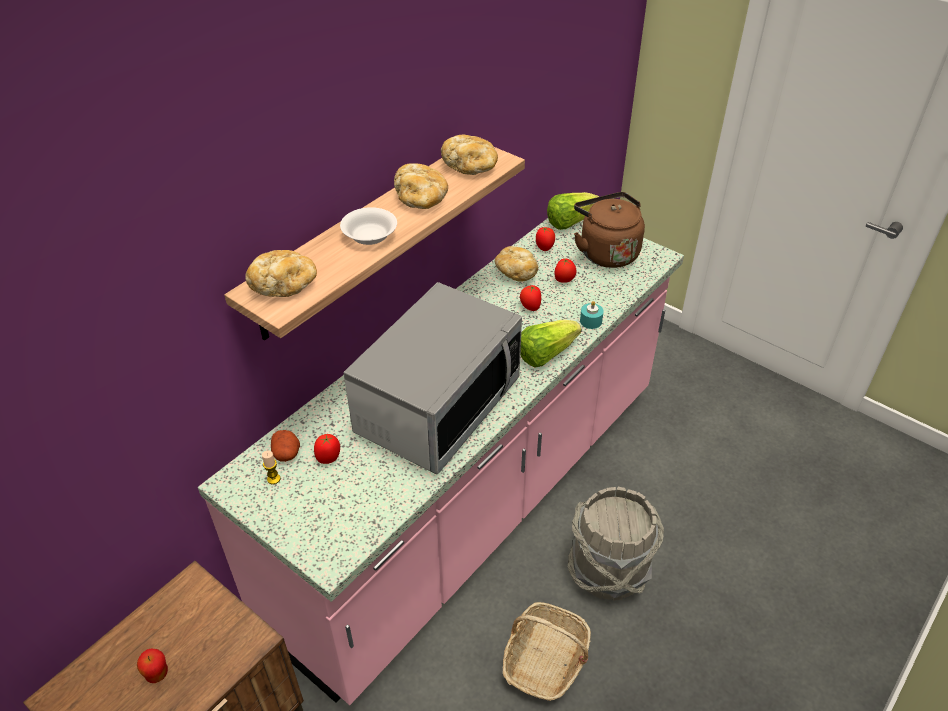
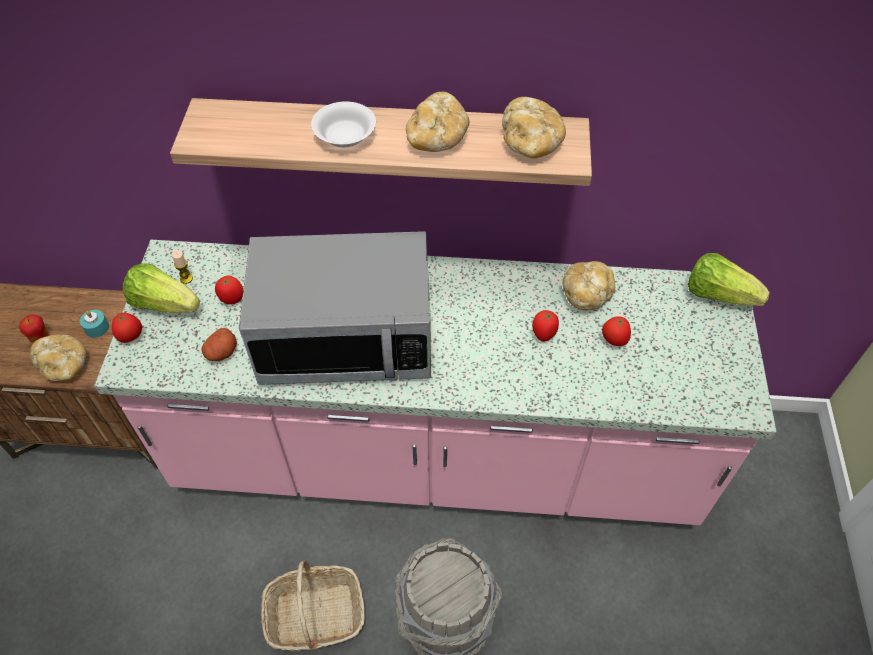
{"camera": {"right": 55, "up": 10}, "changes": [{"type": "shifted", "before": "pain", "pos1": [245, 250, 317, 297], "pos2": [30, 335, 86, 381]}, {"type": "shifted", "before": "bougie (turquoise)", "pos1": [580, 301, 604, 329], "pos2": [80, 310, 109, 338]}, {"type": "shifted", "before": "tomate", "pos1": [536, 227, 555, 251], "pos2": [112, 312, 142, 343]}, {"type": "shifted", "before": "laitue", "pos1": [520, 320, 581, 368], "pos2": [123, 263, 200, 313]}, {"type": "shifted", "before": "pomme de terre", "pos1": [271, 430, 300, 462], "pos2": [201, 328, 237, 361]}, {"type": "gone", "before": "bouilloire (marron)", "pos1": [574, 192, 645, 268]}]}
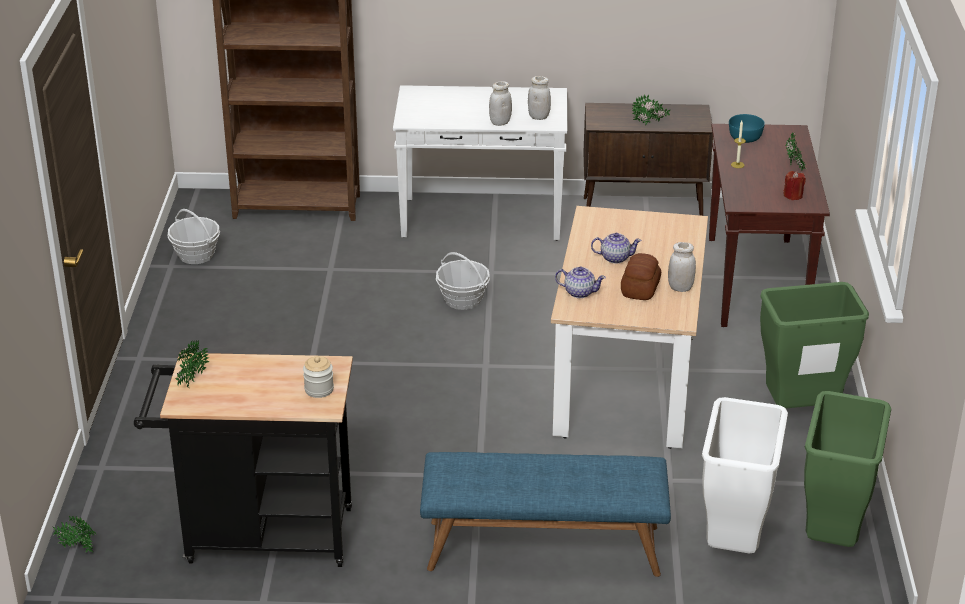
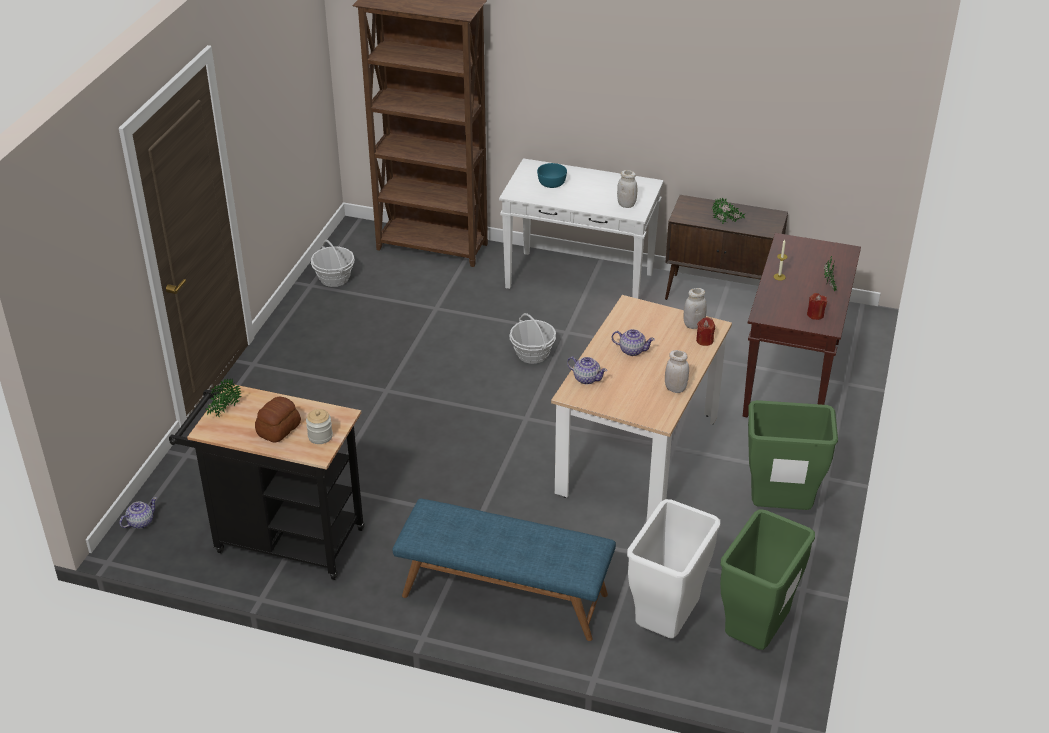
{"camera": {"right": 15, "up": 5}, "changes": [{"type": "swapped", "before": "plante en pot", "after": "théière", "pos1": [53, 516, 96, 553], "pos2": [119, 497, 157, 529]}, {"type": "shifted", "before": "pain", "pos1": [621, 253, 661, 300], "pos2": [255, 397, 301, 443]}, {"type": "shifted", "before": "bol (turquoise)", "pos1": [729, 114, 765, 143], "pos2": [537, 163, 567, 188]}, {"type": "shifted", "before": "bocal (blanc)", "pos1": [489, 81, 512, 126], "pos2": [684, 288, 707, 329]}, {"type": "new", "after": "bougie (rouge)", "pos2": [696, 317, 715, 346]}]}
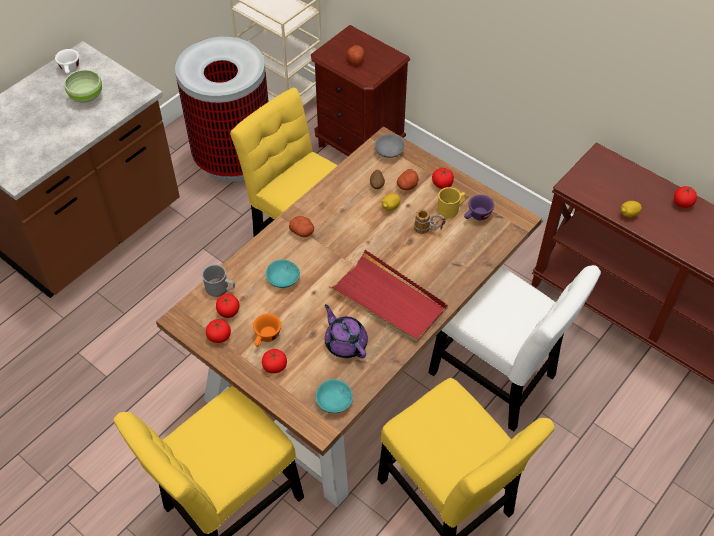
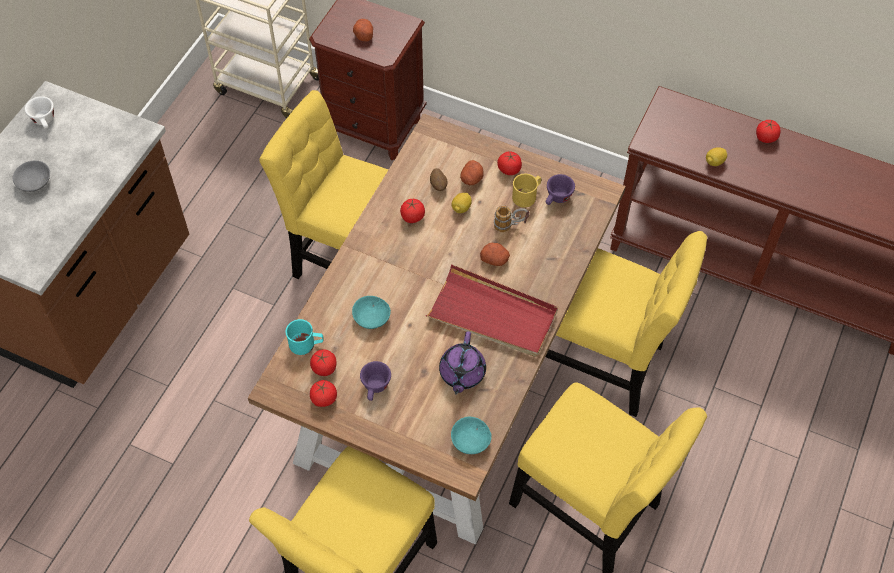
{"camera": {"right": -15, "up": 5}, "changes": [{"type": "shifted", "before": "bol (gris)", "pos1": [375, 134, 405, 158], "pos2": [12, 160, 50, 192]}, {"type": "repainted", "before": "mug (gris)", "after": "mug (turquoise)", "pos1": [202, 264, 235, 297], "pos2": [285, 319, 324, 355]}, {"type": "repainted", "before": "tasse (orange)", "after": "tasse (violet)", "pos1": [253, 313, 281, 347], "pos2": [360, 361, 391, 401]}, {"type": "shifted", "before": "tomate", "pos1": [262, 349, 287, 373], "pos2": [400, 199, 425, 223]}, {"type": "rotated", "before": "théière (violet)", "pos1": [325, 304, 368, 358], "pos2": [439, 331, 486, 394], "turn": -120}, {"type": "shifted", "before": "pomme de terre", "pos1": [289, 216, 314, 237], "pos2": [480, 243, 510, 266]}, {"type": "repainted", "before": "chaise (blanc)", "after": "chaise (jaune)", "pos1": [428, 265, 601, 431], "pos2": [545, 231, 707, 417]}, {"type": "gone", "before": "bol (vert)", "pos1": [64, 70, 102, 103]}, {"type": "gone", "before": "poubelle", "pos1": [175, 37, 269, 182]}]}
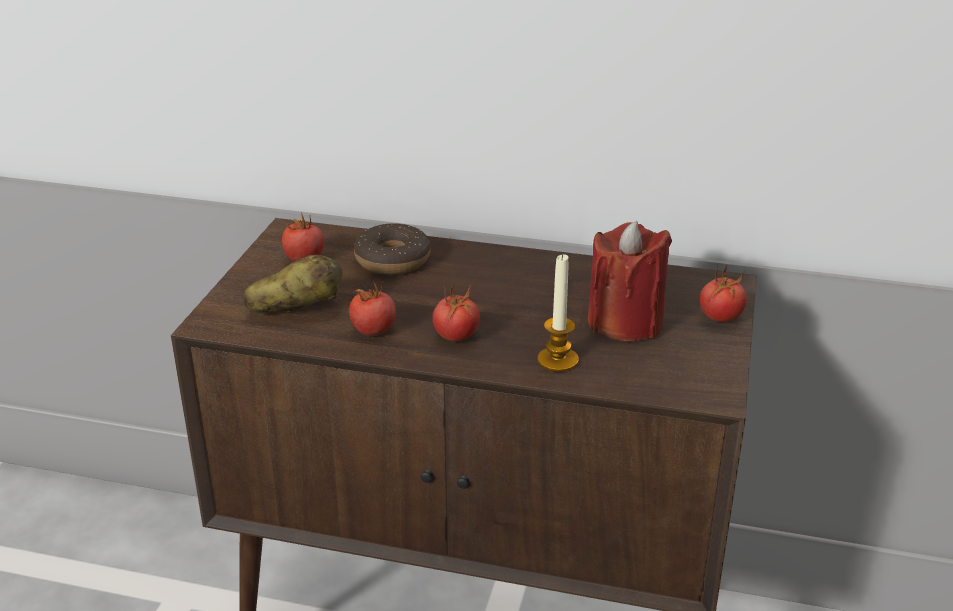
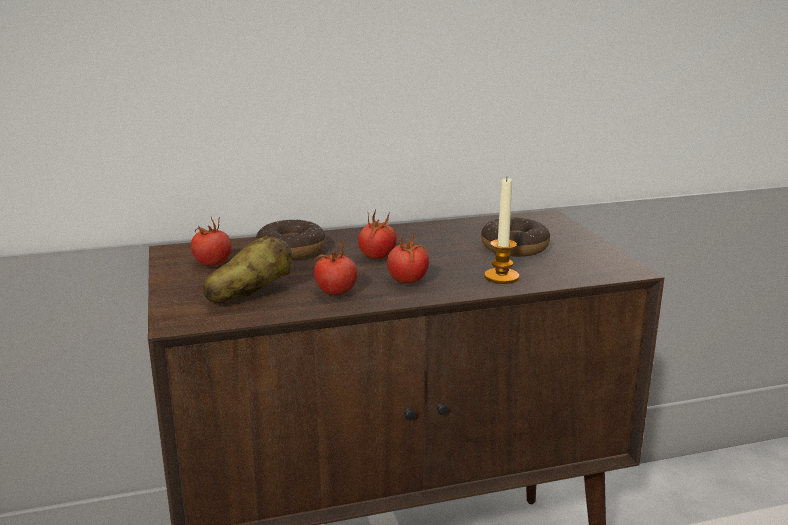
{"camera": {"right": -30, "up": -10}, "changes": [{"type": "shifted", "before": "tomate", "pos1": [700, 266, 747, 322], "pos2": [358, 210, 397, 259]}, {"type": "swapped", "before": "bougie (rouge)", "after": "beignet", "pos1": [588, 221, 672, 341], "pos2": [481, 217, 550, 257]}]}
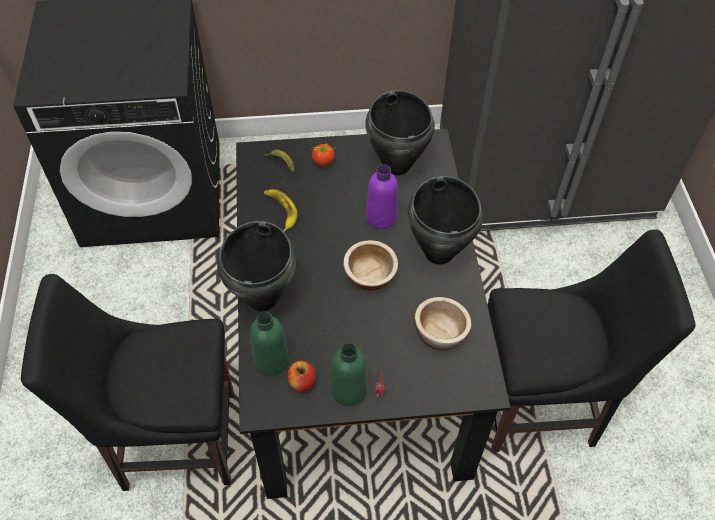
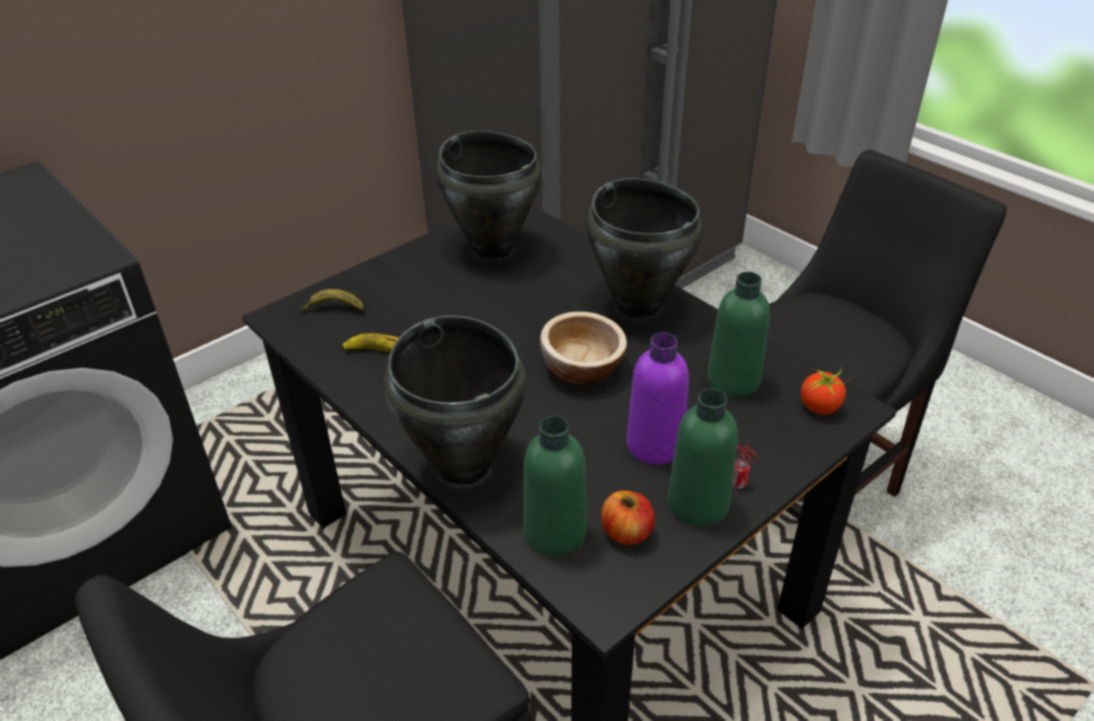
{"camera": {"right": -35, "up": -15}, "changes": [{"type": "shifted", "before": "bouteille (violet)", "pos1": [366, 165, 398, 230], "pos2": [626, 333, 689, 465]}, {"type": "swapped", "before": "bol", "after": "bouteille (vert)", "pos1": [414, 297, 471, 350], "pos2": [707, 272, 770, 397]}, {"type": "shifted", "before": "tomate", "pos1": [312, 142, 336, 167], "pos2": [800, 366, 852, 415]}]}
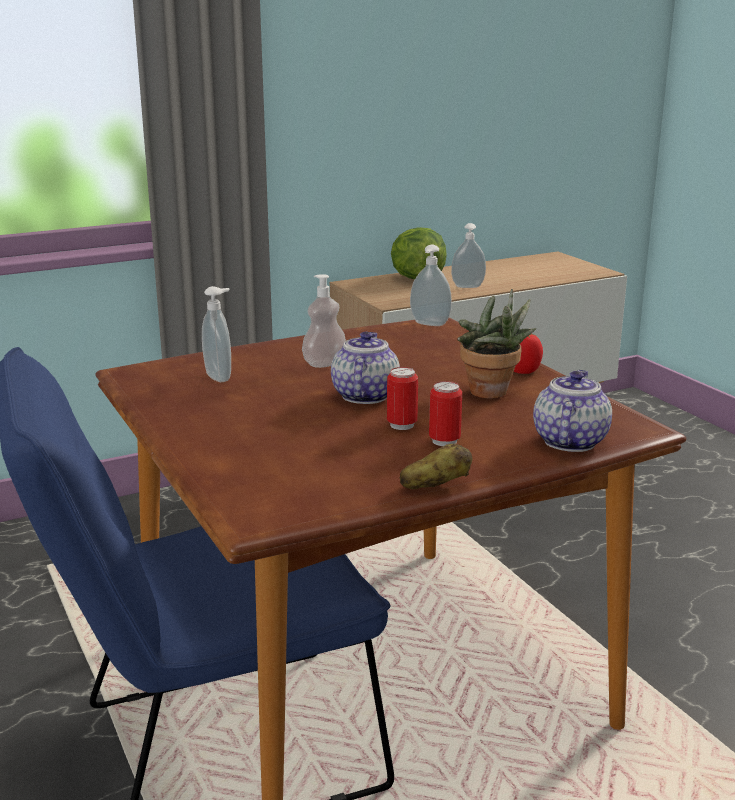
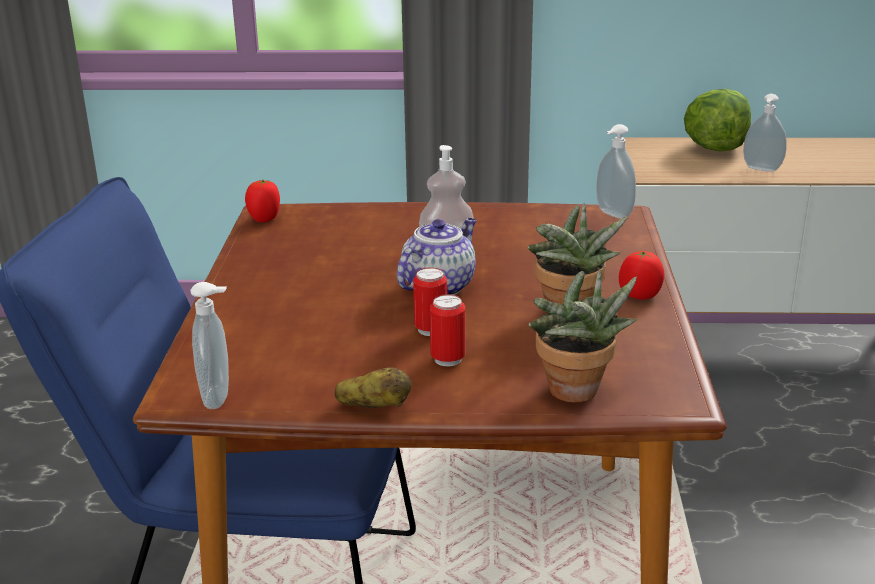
{"camera": {"right": 30, "up": 5}, "changes": [{"type": "shifted", "before": "distributeur de savon", "pos1": [202, 286, 231, 382], "pos2": [190, 282, 229, 409]}, {"type": "new", "after": "tomate", "pos2": [245, 180, 280, 222]}, {"type": "swapped", "before": "théière", "after": "plante en pot", "pos1": [533, 370, 612, 452], "pos2": [528, 269, 637, 403]}]}
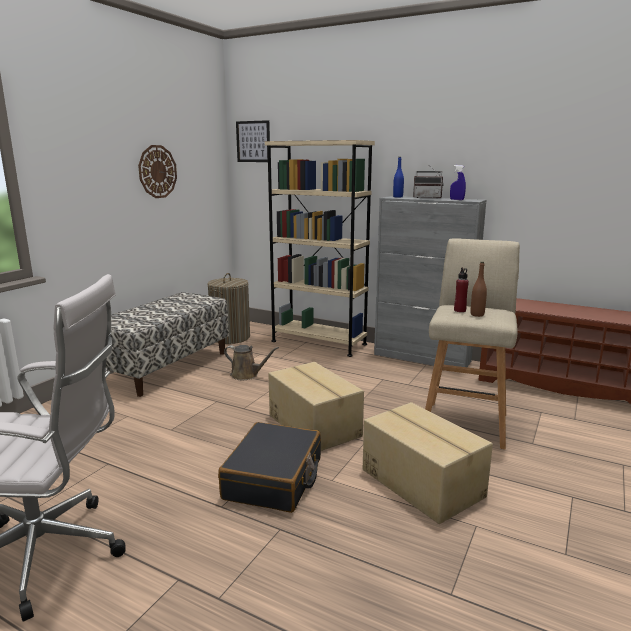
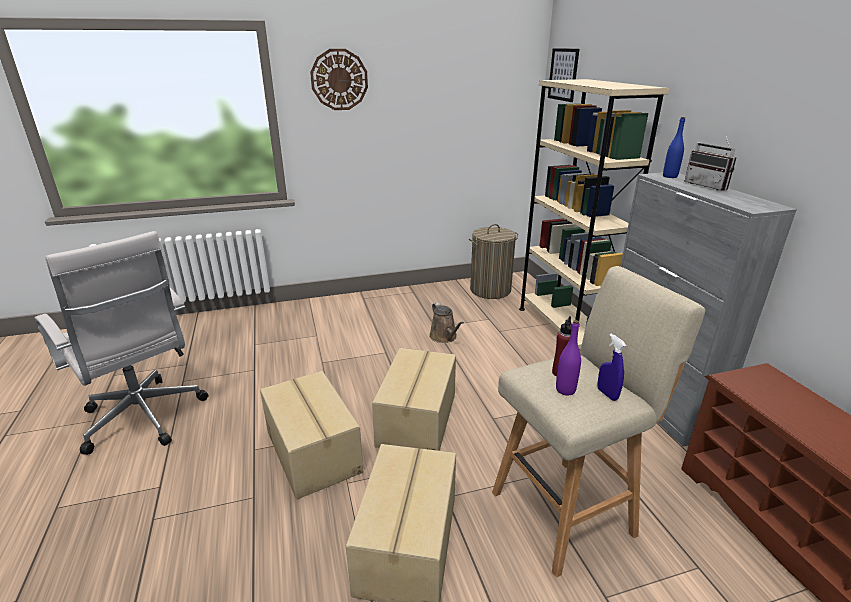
{"camera": {"right": 45, "up": 10}, "changes": [{"type": "swapped", "before": "valise (noir)", "after": "carton", "pos1": [218, 422, 321, 513], "pos2": [260, 371, 363, 499]}, {"type": "shifted", "before": "horloge murale", "pos1": [138, 145, 177, 198], "pos2": [310, 49, 368, 110]}, {"type": "repainted", "before": "bouteille (marron)", "after": "bouteille (violet)", "pos1": [471, 262, 487, 317], "pos2": [556, 320, 581, 396]}, {"type": "shifted", "before": "vaporisateur (bleu)", "pos1": [450, 165, 466, 200], "pos2": [597, 334, 626, 401]}, {"type": "gone", "before": "banc", "pos1": [106, 292, 229, 397]}]}
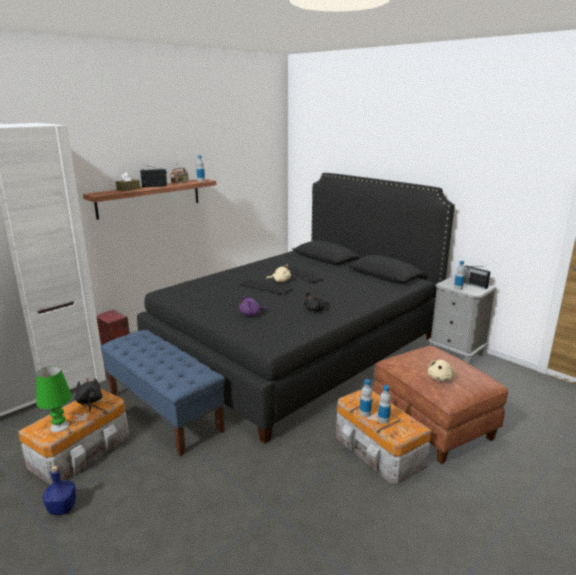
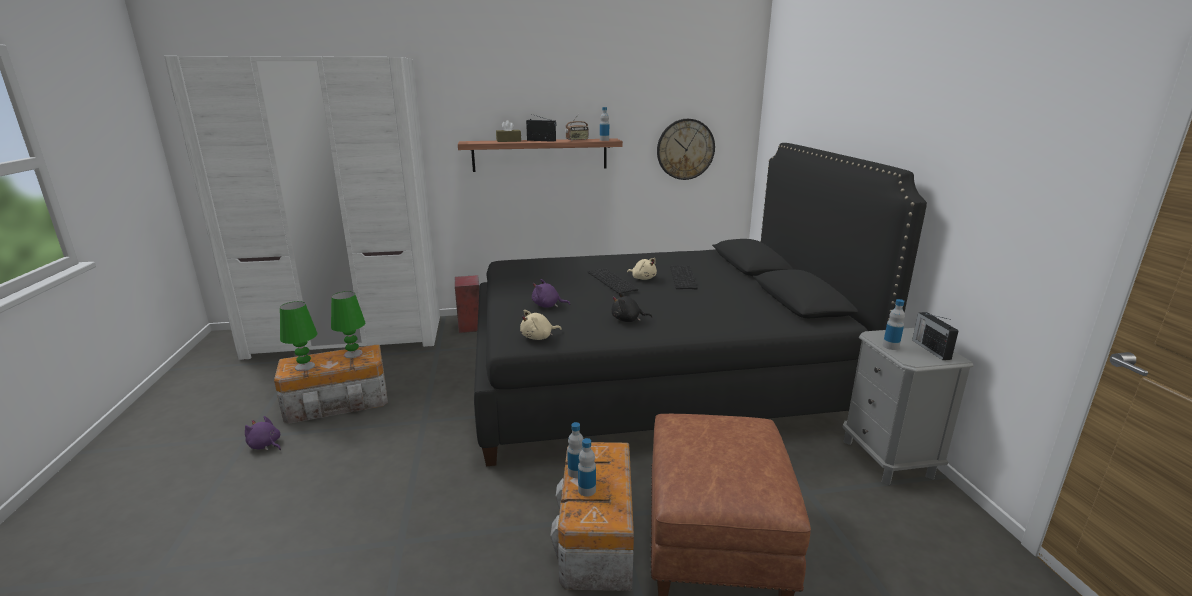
{"camera": {"right": 35, "up": 0}, "changes": [{"type": "swapped", "before": "bouteille (bleu)", "after": "peluche (violet)", "pos1": [43, 466, 76, 515], "pos2": [245, 416, 281, 451]}, {"type": "swapped", "before": "peluche (noir)", "after": "lampe de table (vert)", "pos1": [75, 378, 102, 411], "pos2": [331, 291, 365, 358]}, {"type": "shifted", "before": "peluche (beige)", "pos1": [428, 360, 455, 381], "pos2": [520, 310, 562, 340]}, {"type": "new", "after": "horloge murale", "pos2": [657, 119, 715, 180]}, {"type": "gone", "before": "banc (bleu)", "pos1": [100, 330, 225, 456]}]}
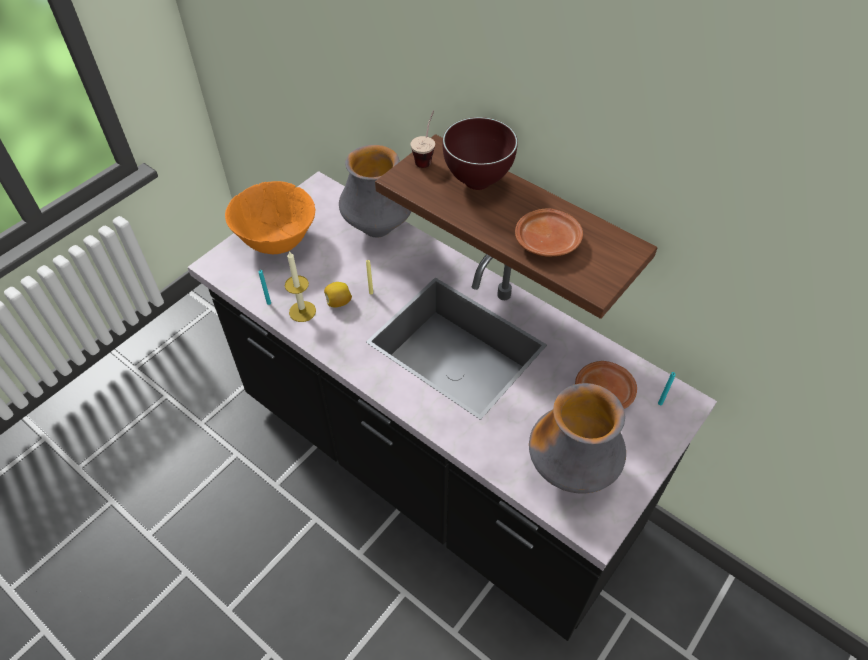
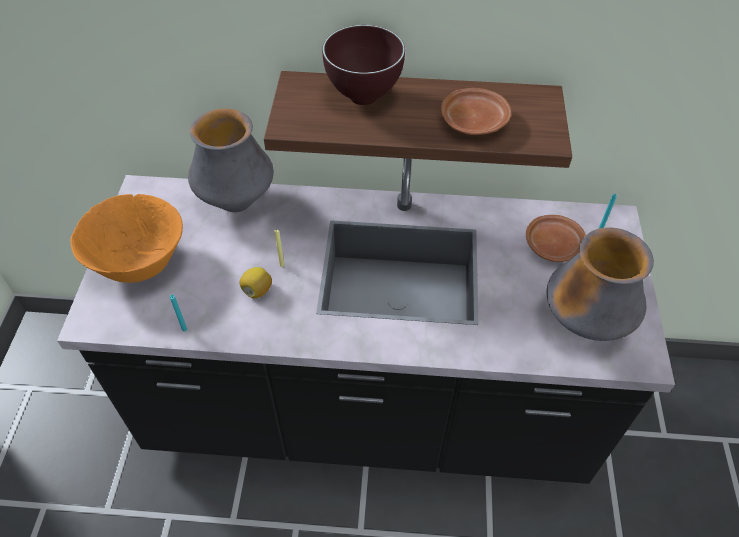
{"camera": {"right": -35, "up": 0}, "changes": [{"type": "gone", "before": "bougie", "pos1": [285, 251, 316, 322]}, {"type": "gone", "before": "tasse", "pos1": [411, 111, 435, 168]}]}
